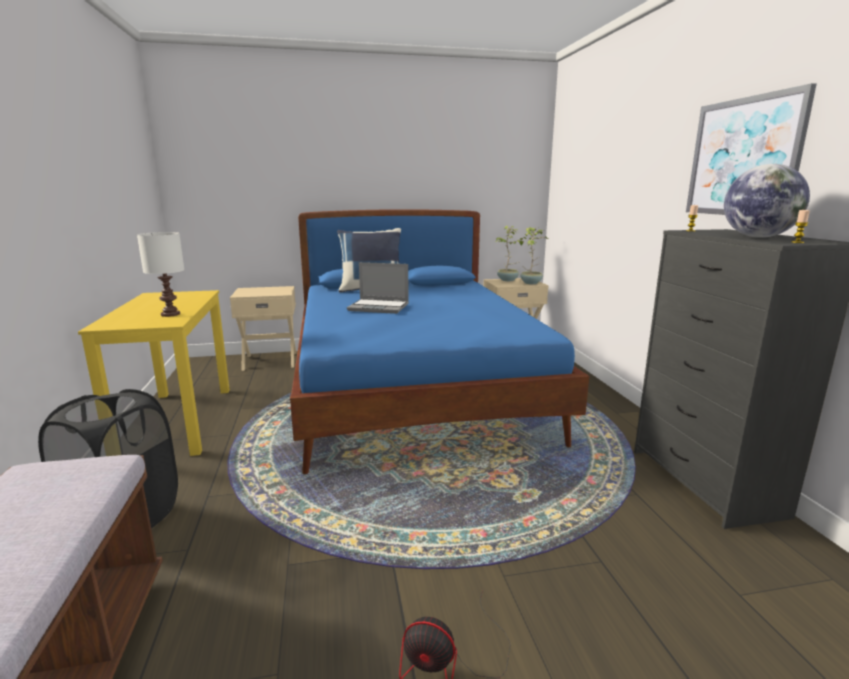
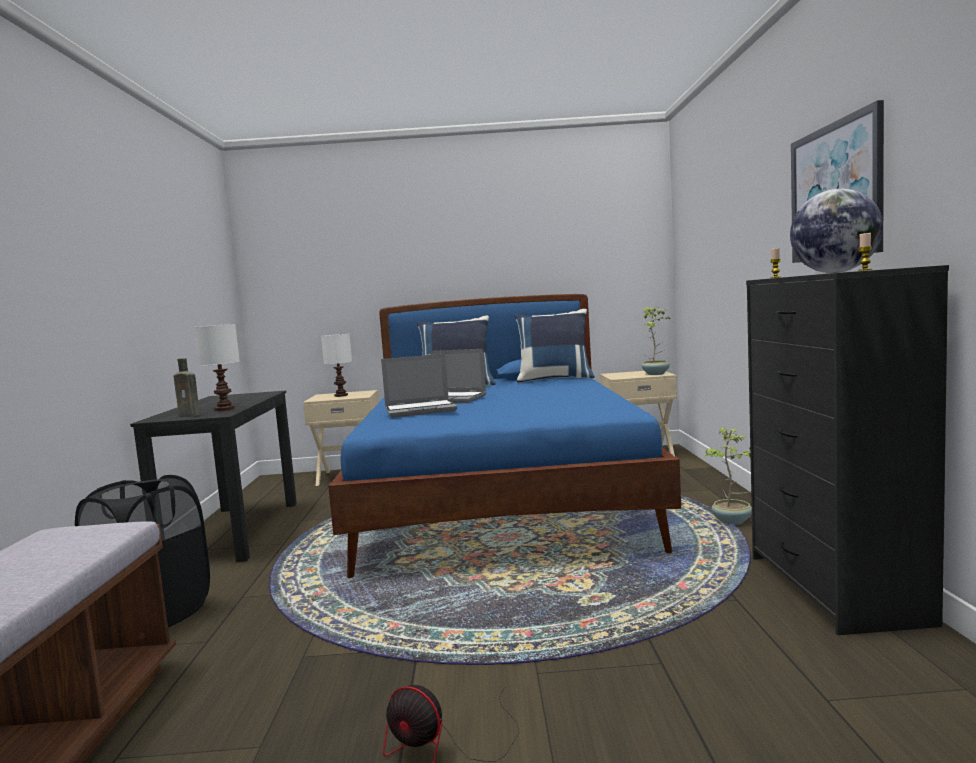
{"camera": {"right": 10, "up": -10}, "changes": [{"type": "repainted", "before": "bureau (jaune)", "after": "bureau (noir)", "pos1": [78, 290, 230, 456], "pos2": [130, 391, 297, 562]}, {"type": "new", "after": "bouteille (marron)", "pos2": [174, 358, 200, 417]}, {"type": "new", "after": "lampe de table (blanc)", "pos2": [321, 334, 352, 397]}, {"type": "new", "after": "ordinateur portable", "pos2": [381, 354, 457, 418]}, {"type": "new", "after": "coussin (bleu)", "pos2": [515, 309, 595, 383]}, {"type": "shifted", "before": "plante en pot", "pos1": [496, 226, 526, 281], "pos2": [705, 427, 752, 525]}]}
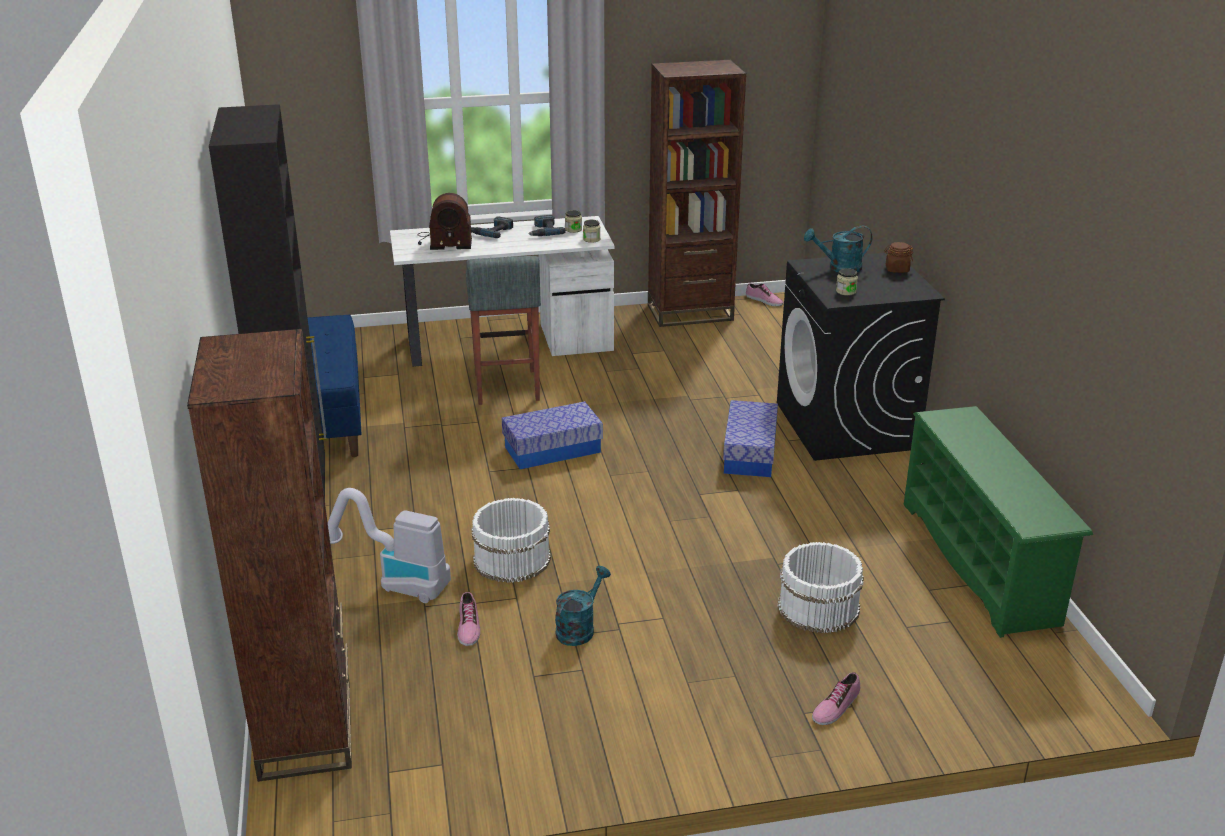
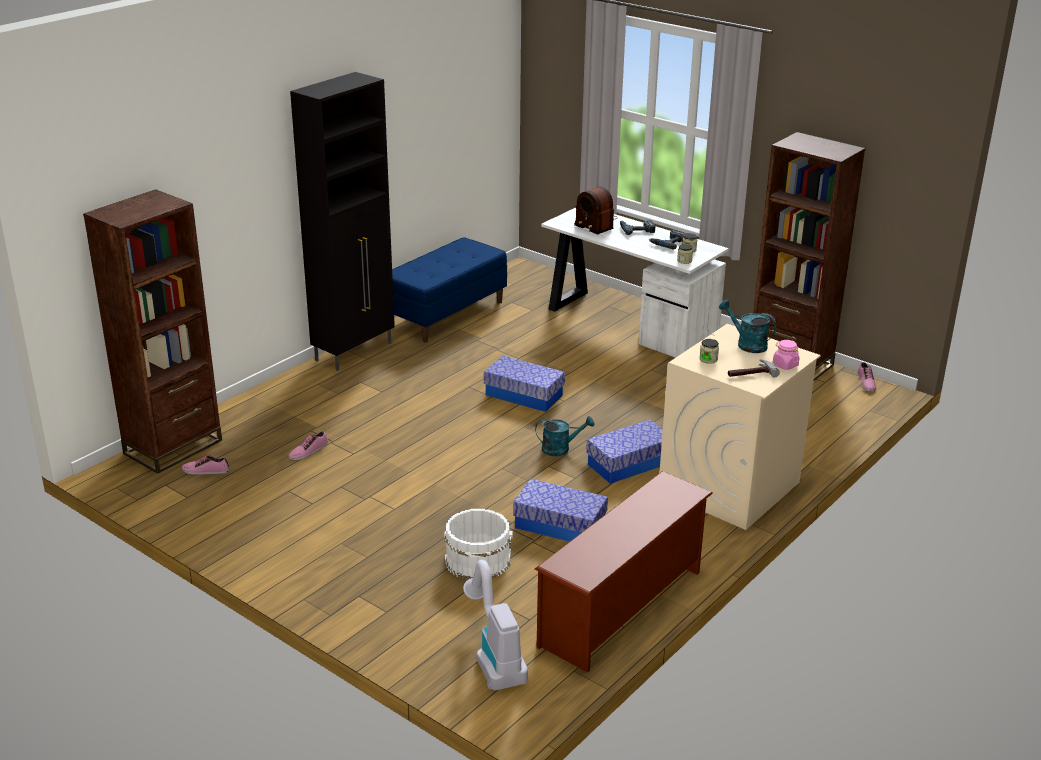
{"camera": {"right": 50, "up": 0}, "changes": [{"type": "shifted", "before": "chaussure", "pos1": [812, 672, 860, 725], "pos2": [182, 455, 229, 475]}, {"type": "shifted", "before": "aspirateur", "pos1": [328, 488, 451, 603], "pos2": [463, 560, 528, 690]}, {"type": "new", "after": "boîte de rangement", "pos2": [513, 479, 608, 542]}, {"type": "shifted", "before": "arrosoir (turquoise)", "pos1": [555, 566, 611, 646], "pos2": [535, 416, 595, 456]}, {"type": "repainted", "before": "étagère à chaussures (vert)", "after": "étagère à chaussures (marron)", "pos1": [904, 406, 1093, 638], "pos2": [535, 471, 713, 673]}, {"type": "repainted", "before": "lave-linge (noir)", "after": "lave-linge (beige)", "pos1": [777, 252, 945, 461], "pos2": [659, 324, 821, 530]}, {"type": "new", "after": "marteau", "pos2": [728, 359, 780, 378]}, {"type": "repainted", "before": "bocal (marron)", "after": "bocal (rose)", "pos1": [884, 242, 913, 273], "pos2": [773, 340, 799, 370]}, {"type": "gone", "before": "tabouret (gris)", "pos1": [466, 256, 541, 405]}, {"type": "gone", "before": "seau (blanc)", "pos1": [471, 498, 551, 583]}]}
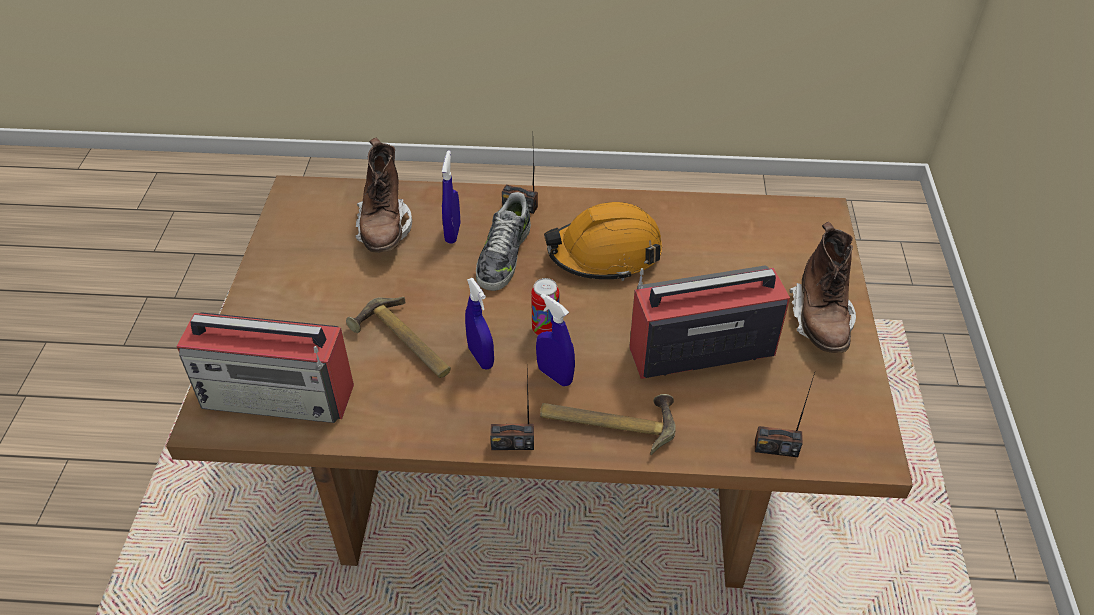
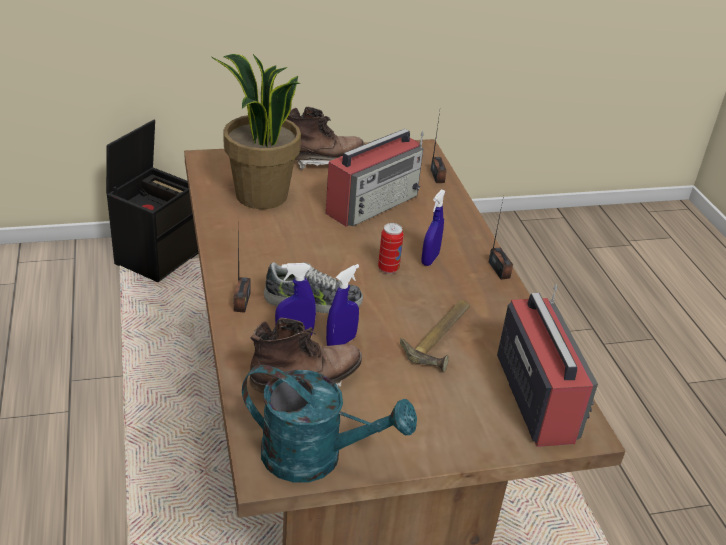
{"camera": {"right": -110, "up": -10}, "changes": [{"type": "new", "after": "boîte de rangement (noir)", "pos2": [106, 120, 198, 282]}, {"type": "new", "after": "plante en pot", "pos2": [212, 54, 301, 209]}, {"type": "new", "after": "arrosoir (turquoise)", "pos2": [242, 365, 417, 483]}, {"type": "rotated", "before": "radio", "pos1": [629, 265, 790, 379], "pos2": [326, 129, 424, 227], "turn": -105}, {"type": "shifted", "before": "vaporisateur (bleu)", "pos1": [465, 278, 494, 370], "pos2": [326, 264, 359, 346]}, {"type": "gone", "before": "marteau", "pos1": [540, 394, 676, 455]}, {"type": "gone", "before": "casque de chantier (orange)", "pos1": [544, 202, 662, 281]}]}
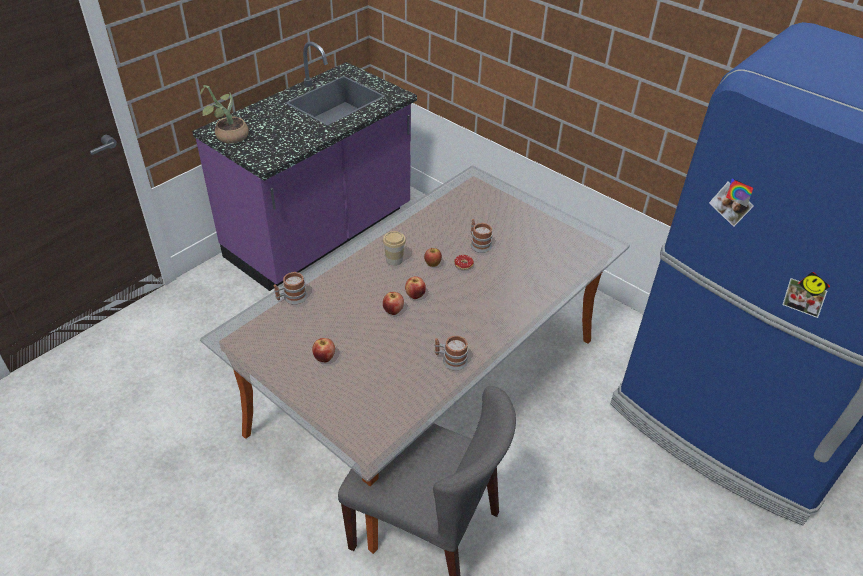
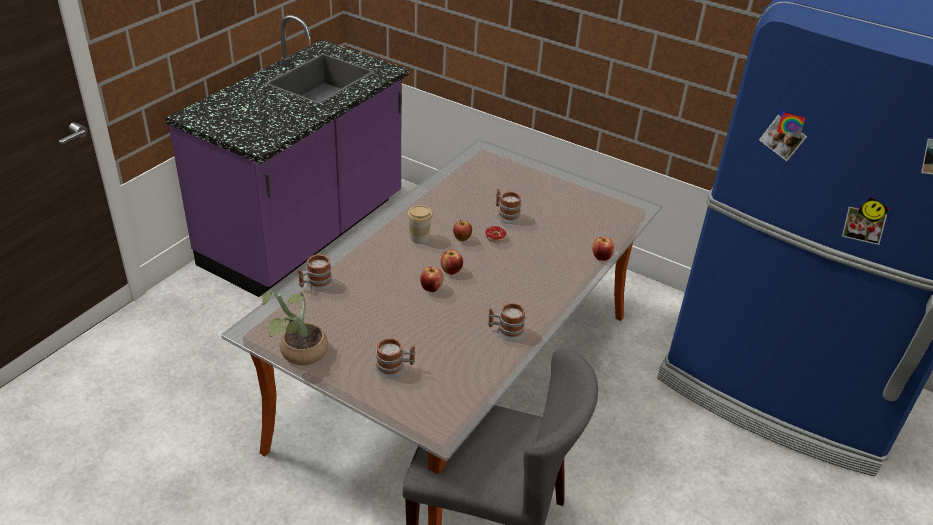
{"camera": {"right": -10, "up": -5}, "changes": [{"type": "shifted", "before": "plante en pot", "pos1": [200, 85, 248, 144], "pos2": [262, 291, 328, 365]}, {"type": "new", "after": "mug", "pos2": [375, 338, 415, 379]}, {"type": "shifted", "before": "pomme", "pos1": [312, 338, 335, 362], "pos2": [592, 237, 614, 261]}]}
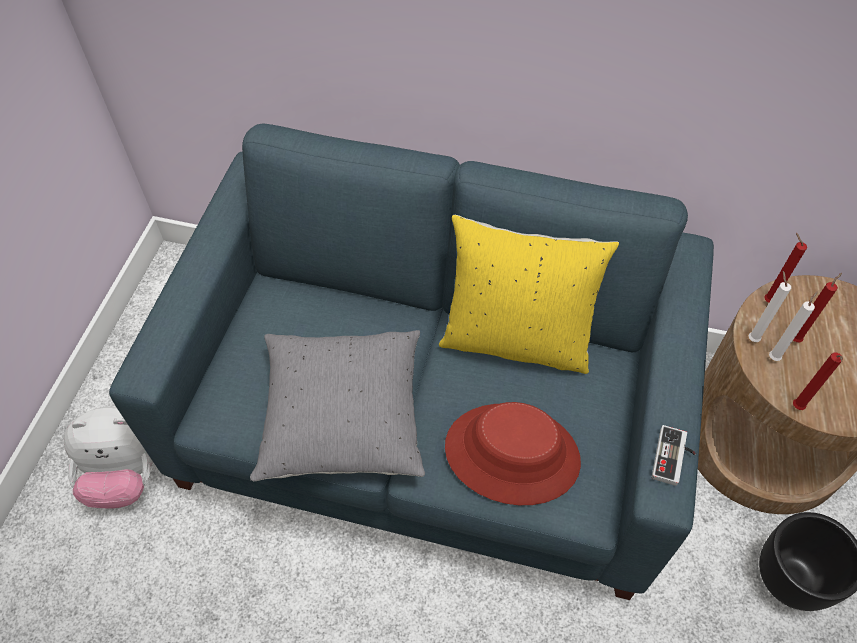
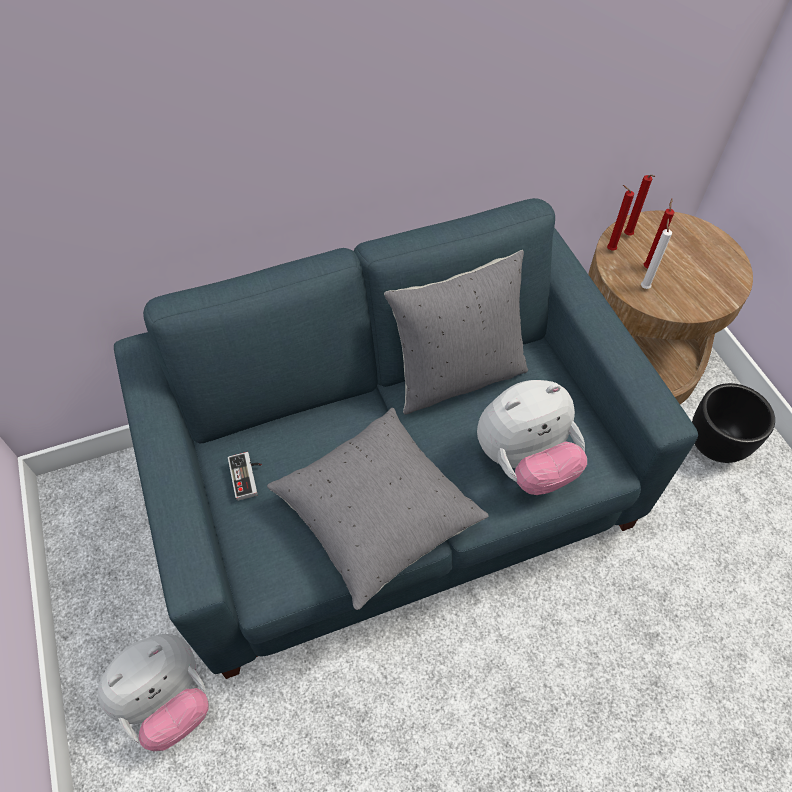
{"camera": {"right": -35, "up": 0}, "changes": [{"type": "shifted", "before": "manette", "pos1": [651, 425, 696, 486], "pos2": [228, 452, 262, 501]}, {"type": "repainted", "before": "coussin (jaune)", "after": "coussin (gris)", "pos1": [439, 215, 619, 374], "pos2": [384, 250, 528, 415]}, {"type": "swapped", "before": "chapeau (rouge)", "after": "peluche", "pos1": [445, 402, 581, 505], "pos2": [477, 380, 587, 495]}, {"type": "shifted", "before": "bougie (rouge)", "pos1": [793, 352, 843, 410], "pos2": [624, 175, 655, 235]}, {"type": "gone", "before": "bougie (blanc)", "pos1": [749, 271, 791, 342]}]}
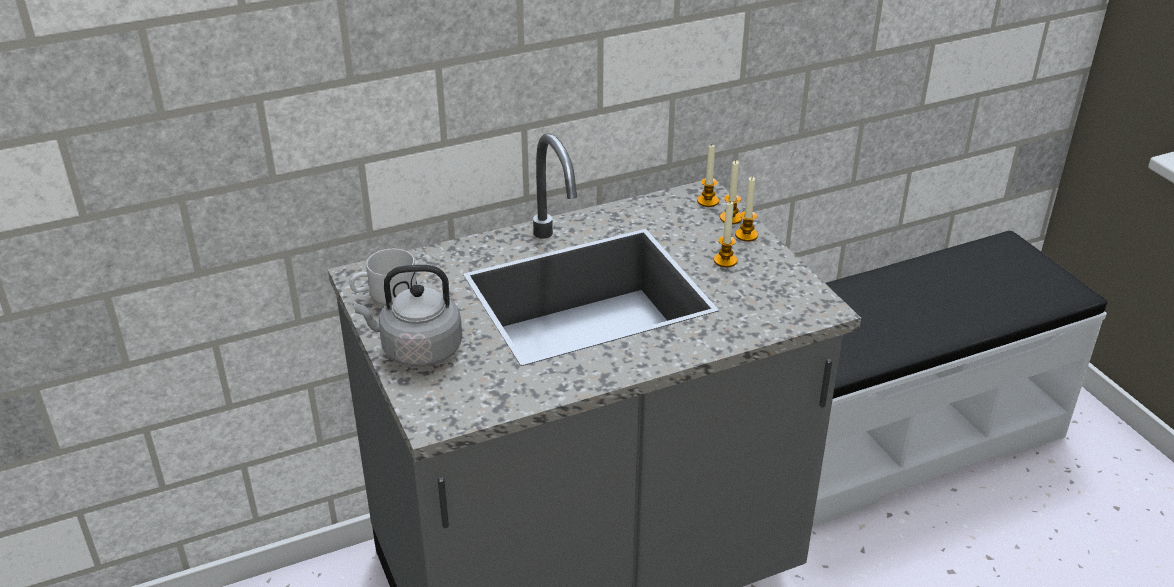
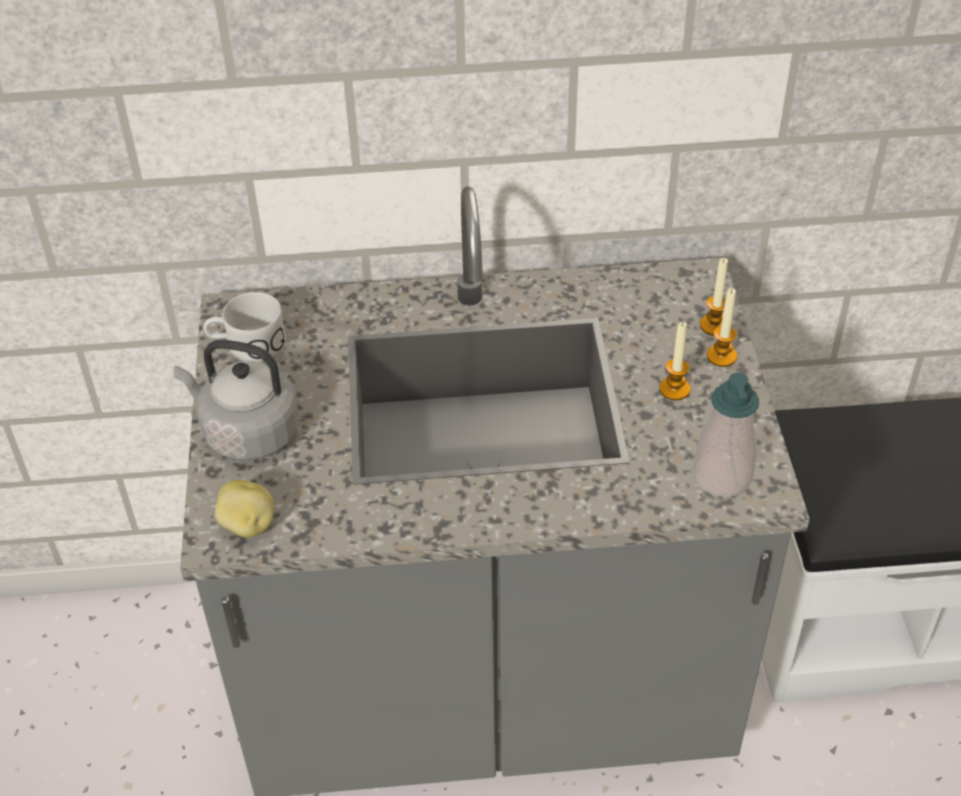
{"camera": {"right": 20, "up": 10}, "changes": [{"type": "new", "after": "pomme de terre", "pos2": [215, 480, 274, 538]}, {"type": "new", "after": "distributeur de savon", "pos2": [693, 373, 759, 497]}, {"type": "gone", "before": "bougie", "pos1": [697, 145, 719, 207]}]}
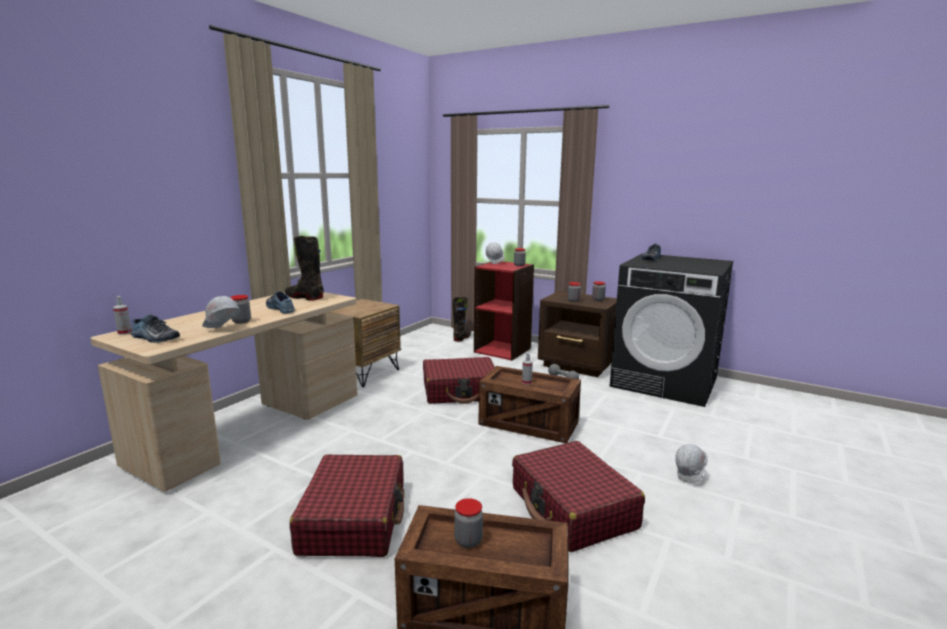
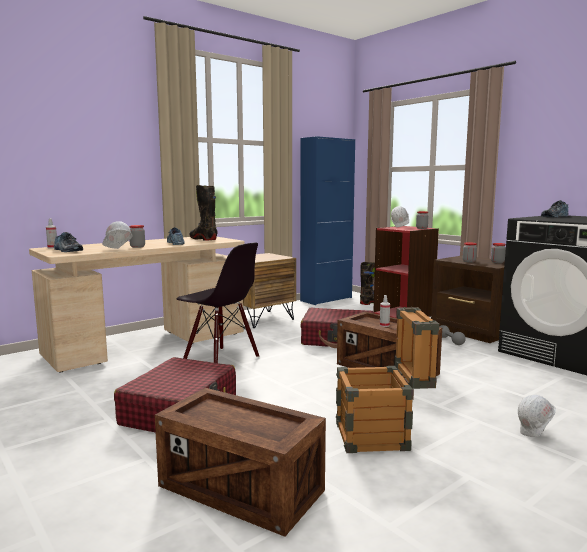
{"camera": {"right": 20, "up": -5}, "changes": [{"type": "new", "after": "chaise (noir)", "pos2": [176, 243, 259, 363]}, {"type": "new", "after": "meuble de rangement (bleu)", "pos2": [300, 136, 355, 305]}, {"type": "swapped", "before": "valise (rouge)", "after": "caisse", "pos1": [512, 441, 645, 552], "pos2": [336, 307, 439, 453]}, {"type": "gone", "before": "bocal", "pos1": [454, 498, 483, 548]}]}
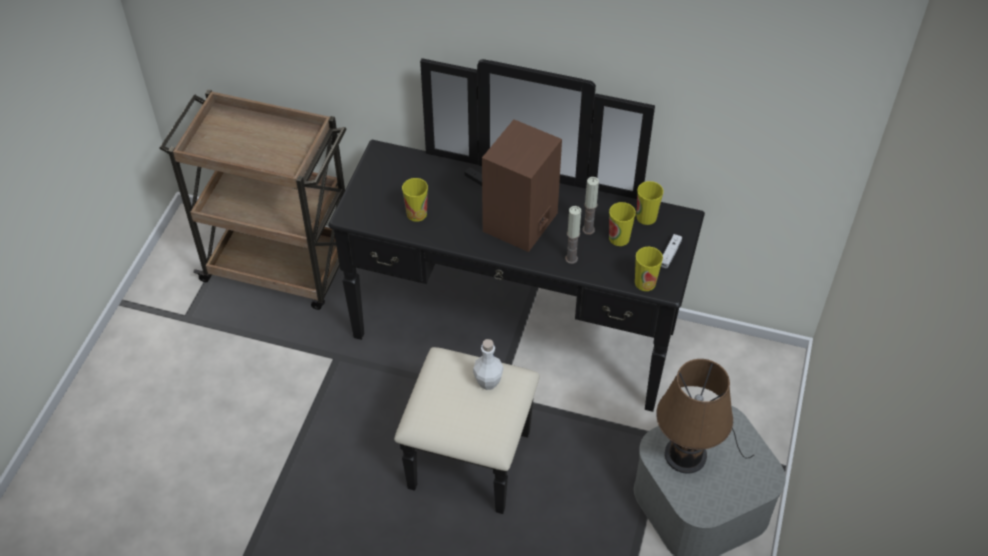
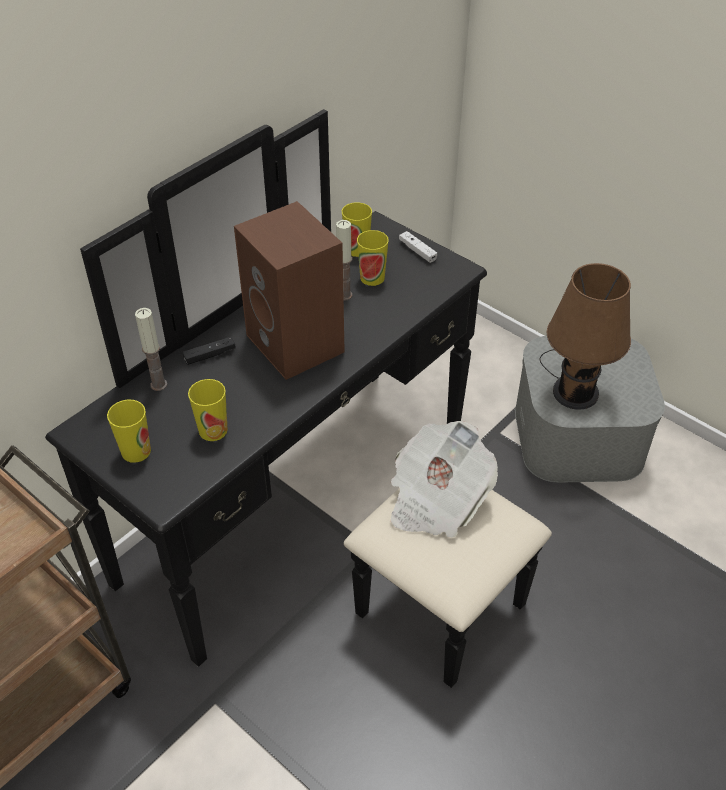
{"camera": {"right": -65, "up": -5}, "changes": [{"type": "shifted", "before": "tasse", "pos1": [635, 247, 663, 291], "pos2": [107, 400, 151, 463]}, {"type": "shifted", "before": "bougie", "pos1": [565, 206, 581, 264], "pos2": [135, 308, 167, 391]}, {"type": "swapped", "before": "bouteille (blanc)", "after": "journal", "pos1": [473, 339, 504, 390], "pos2": [390, 421, 498, 538]}]}
